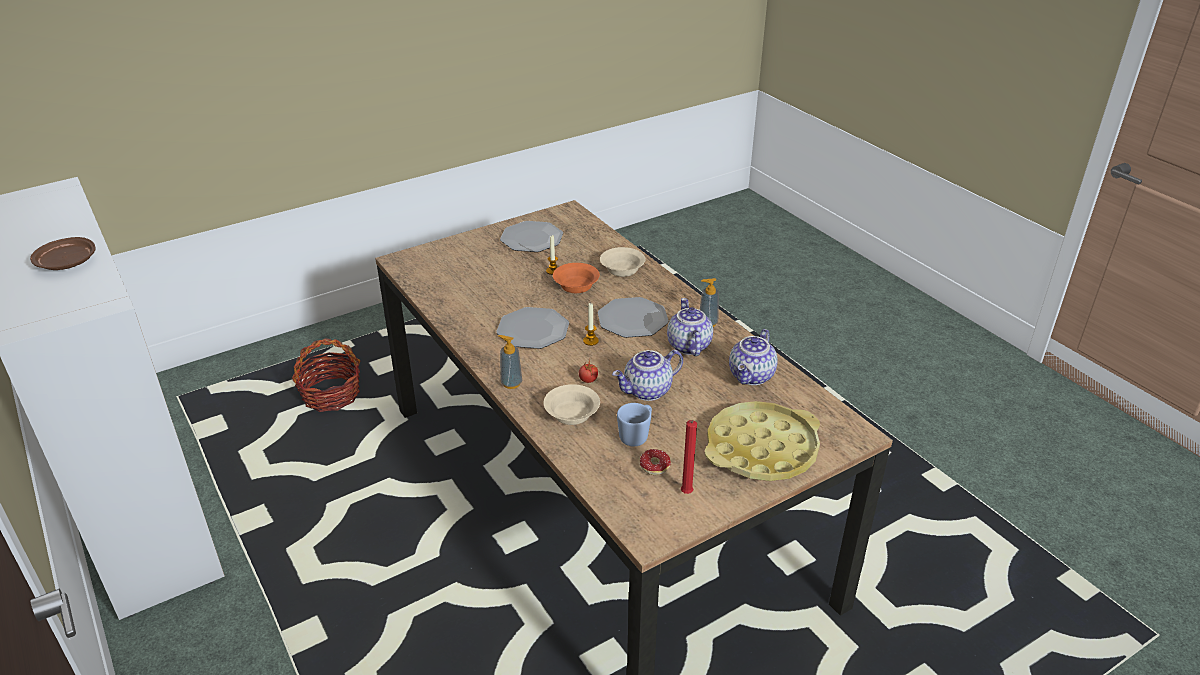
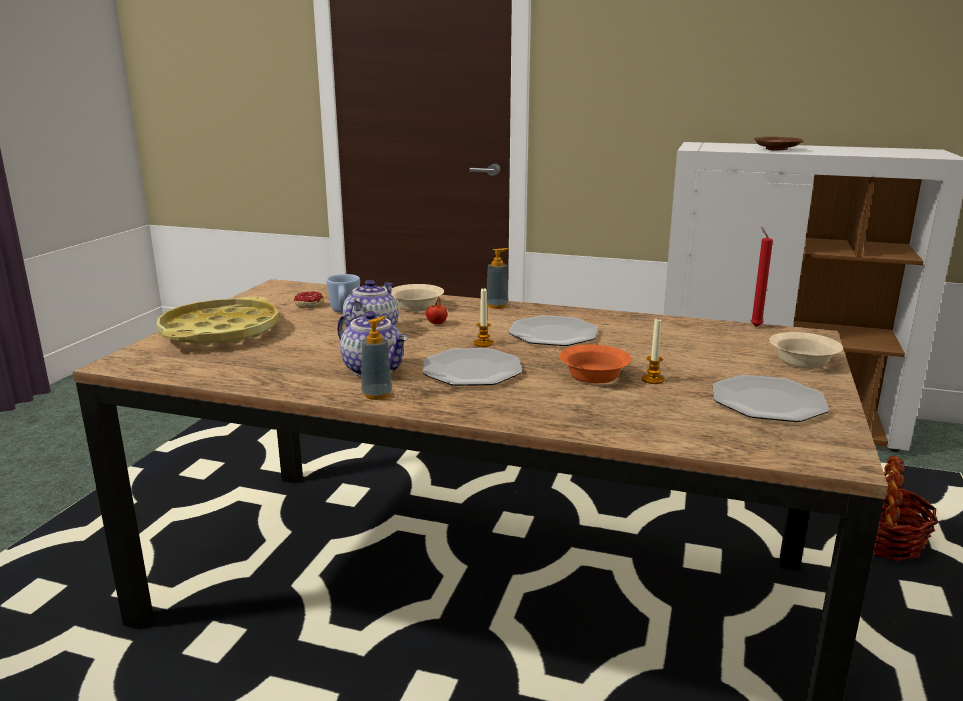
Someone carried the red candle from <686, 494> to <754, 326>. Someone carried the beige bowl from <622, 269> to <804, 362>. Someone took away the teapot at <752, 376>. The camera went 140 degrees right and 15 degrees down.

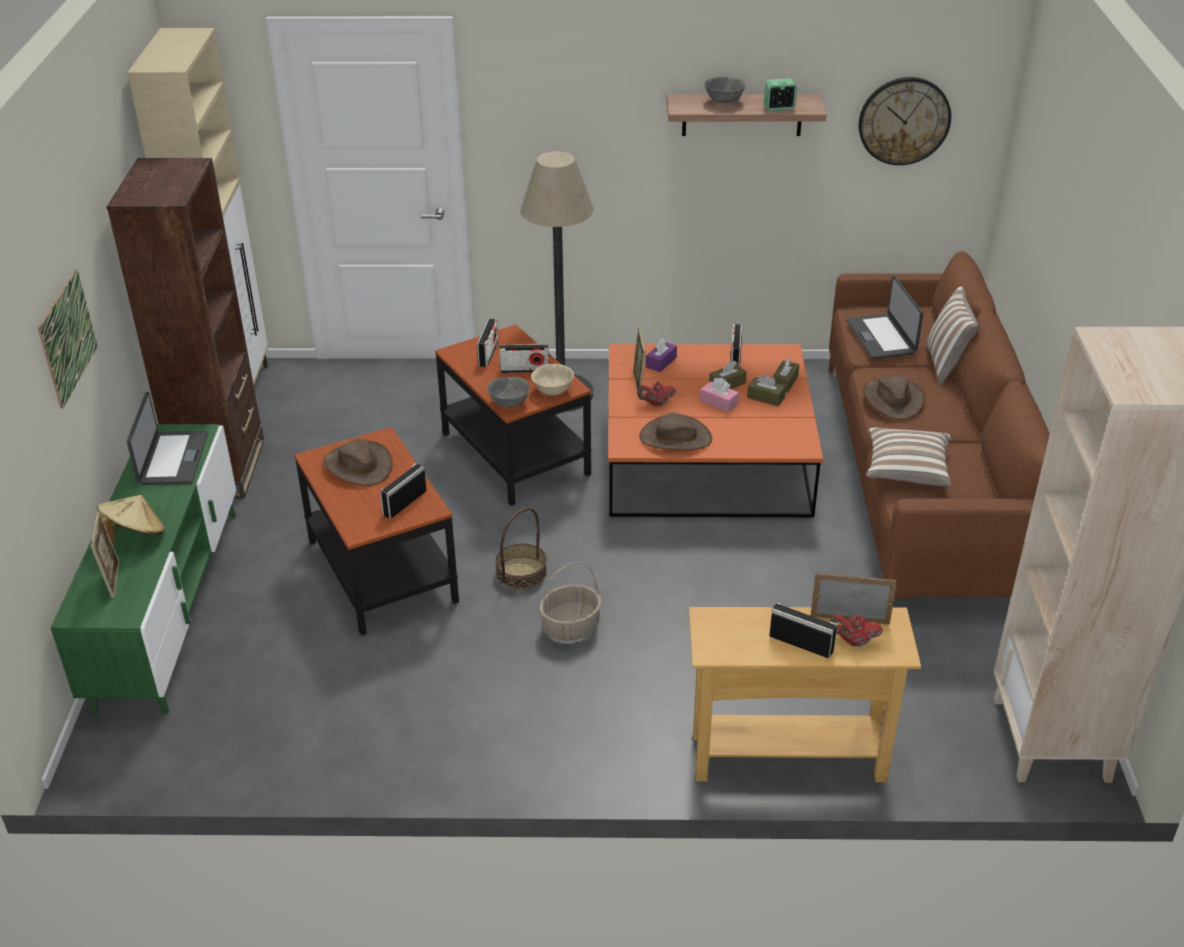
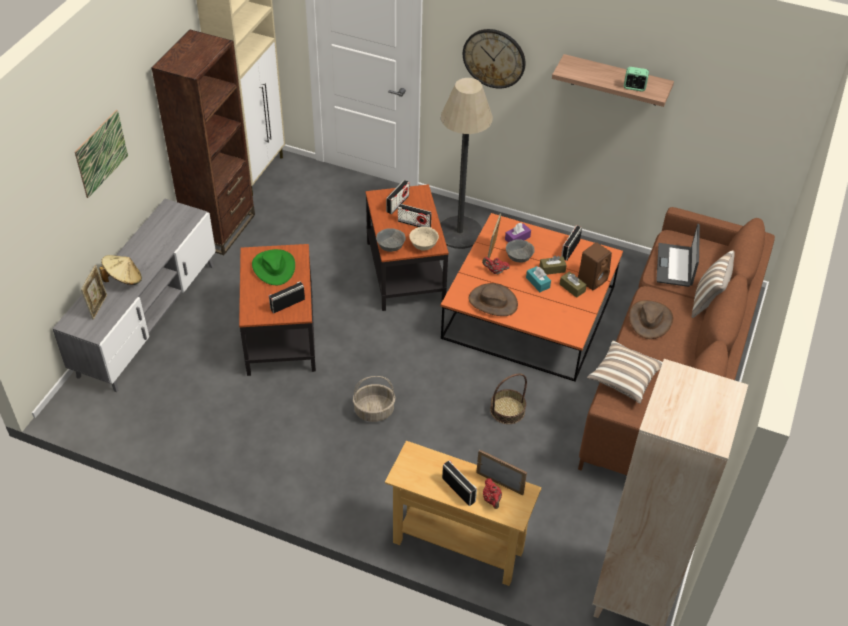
Someone repainted the green tv stand at <169, 606>, which became the grey tv stand at <148, 319>. Someone repainted the brown hat at <358, 465>, which became the green hat at <273, 267>. Someone carried the wall clock from <904, 120> to <494, 58>. Someone rotated the red teapot at <853, 641> by 135 degrees counterclockwise. Someone carried the basket from <521, 573> to <507, 410>. Someone carried the grey bowl from <724, 101> to <519, 257>. Someone repainted the pink tissue box at <719, 403>, which became the turquoise tissue box at <537, 282>. Someone swapped the brown tissue box at <784, 382> for the brown speaker at <592, 279>. Someone took away the laptop at <172, 459>. The camera went 20 degrees right and 10 degrees up.

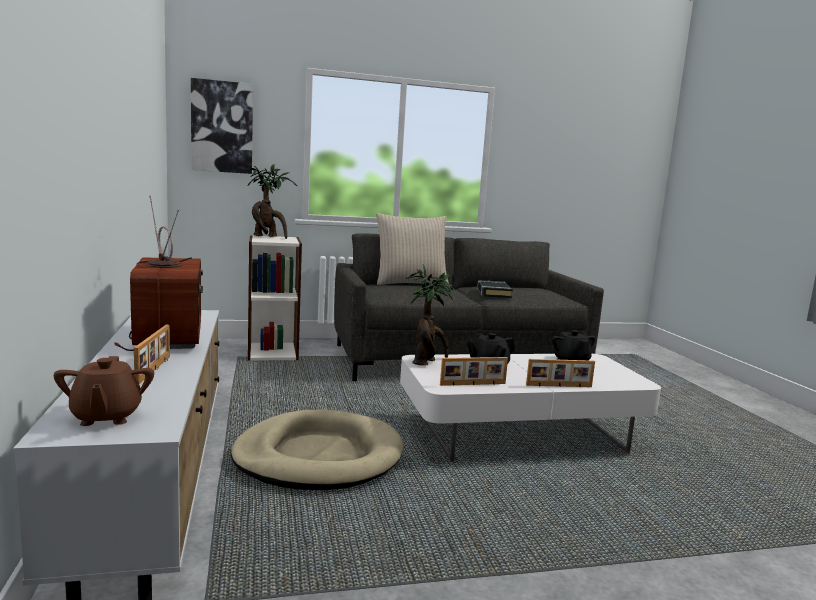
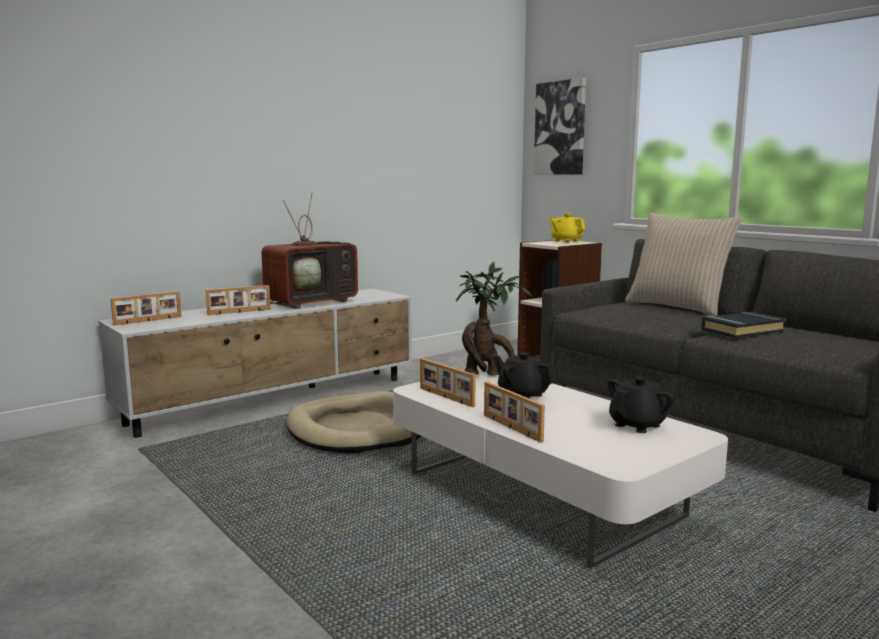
Someone swapped the brown teapot at <106, 417> for the picture frame at <148, 321>. Someone swapped the potted plant at <268, 237> for the yellow teapot at <566, 241>. The camera went 65 degrees right and 0 degrees up.

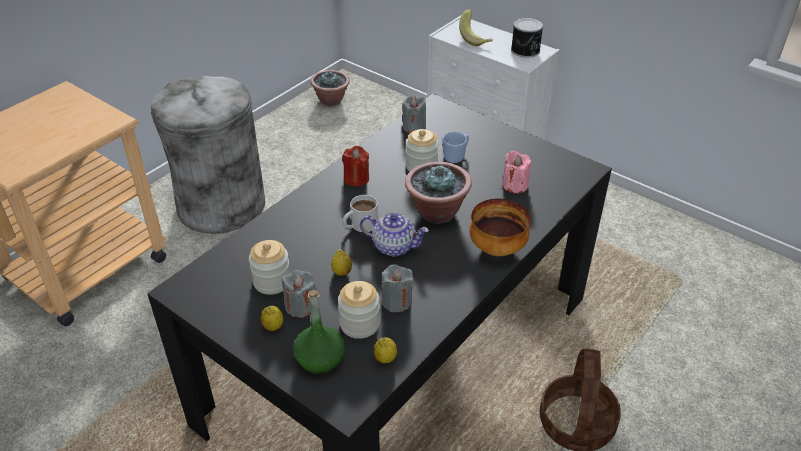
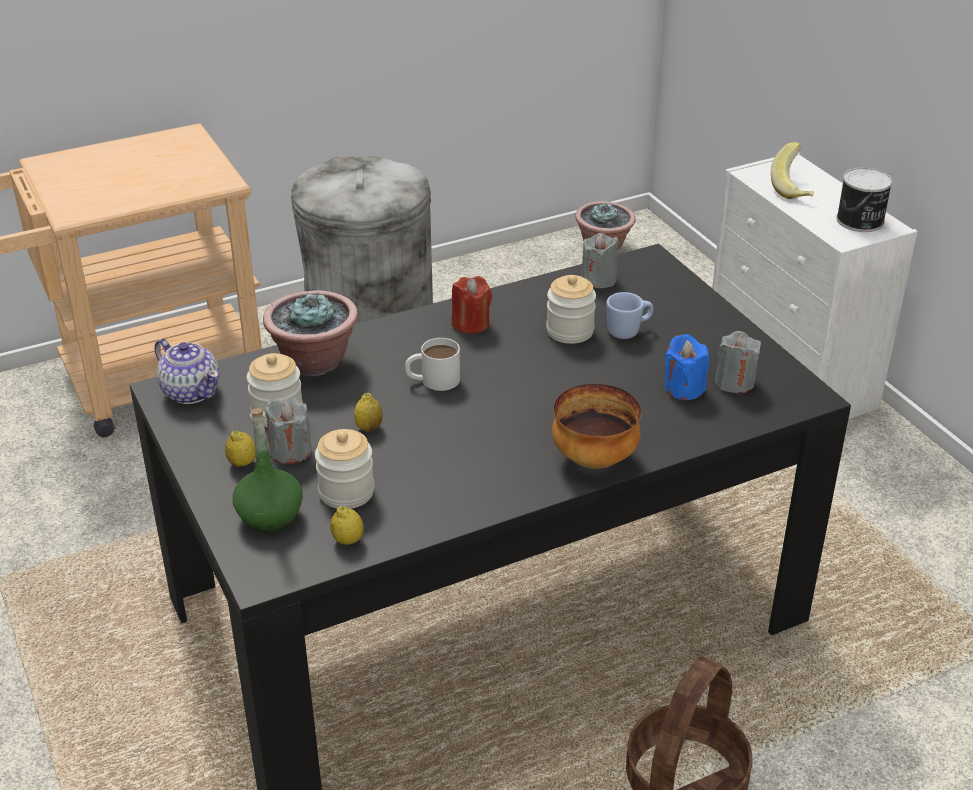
Someone carried the teapot from <393, 246> to <191, 391>. Someone carried the potted plant from <436, 212> to <314, 362>. Someone repainted the pink candle at <515, 185>, which became the blue candle at <683, 388>. Someone carried the grey candle from <397, 301> to <734, 382>. The camera went 25 degrees right and 5 degrees down.

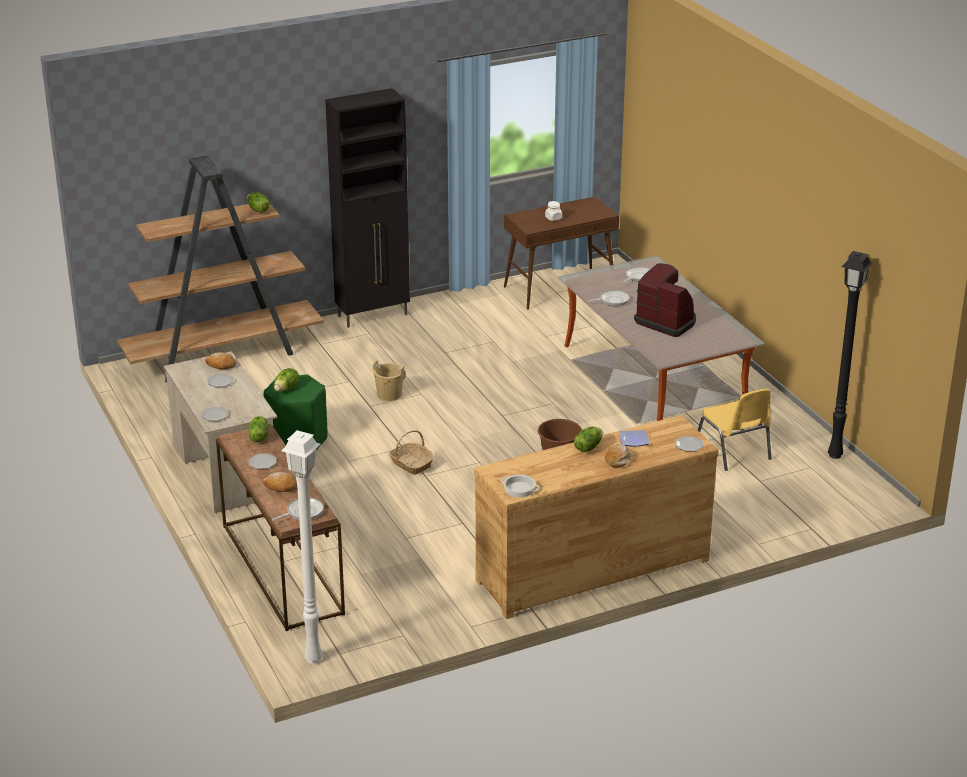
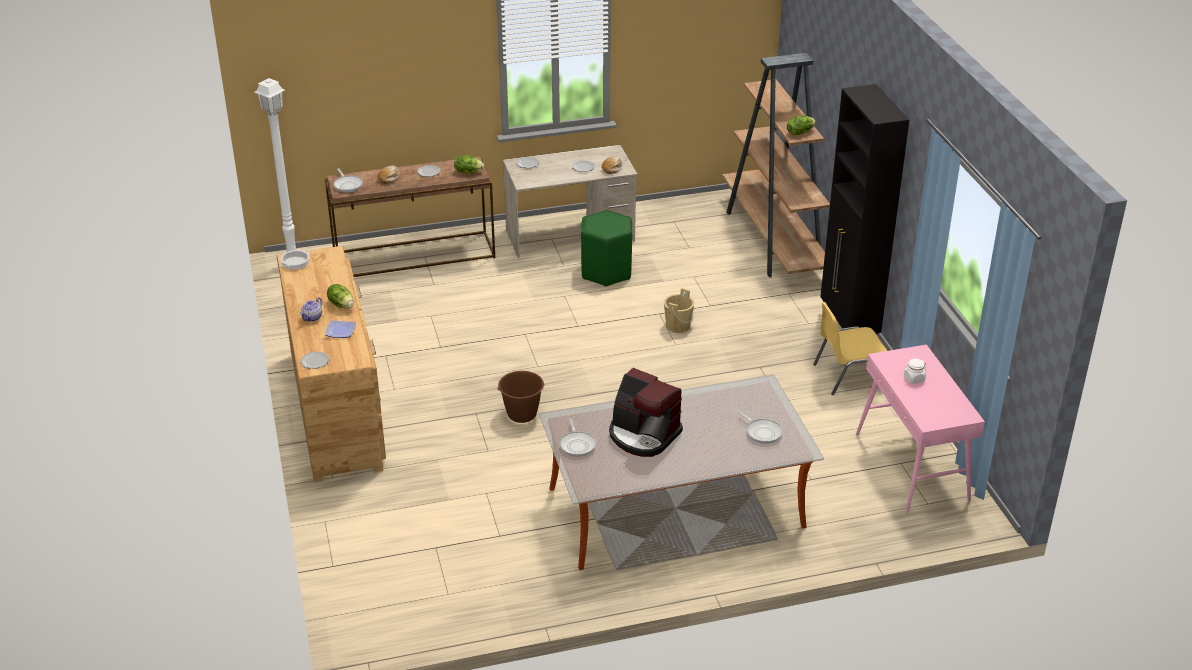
Someone swapped the bread at <618, 459> for the teapot at <312, 318>. Someone carried the frying pan from <612, 300> to <577, 444>. Someone rotated the coffee machine at <666, 321> by 75 degrees clockwise. Someone carried the yellow chair from <733, 451> to <848, 375>. Someone repainted the brown console table at <560, 288>, which became the pink console table at <912, 467>. Someone took away the lettuce at <287, 388>. Someone took away the basket at <411, 464>. Someone took away the black floor lamp at <835, 456>. The camera went 100 degrees right and 5 degrees up.

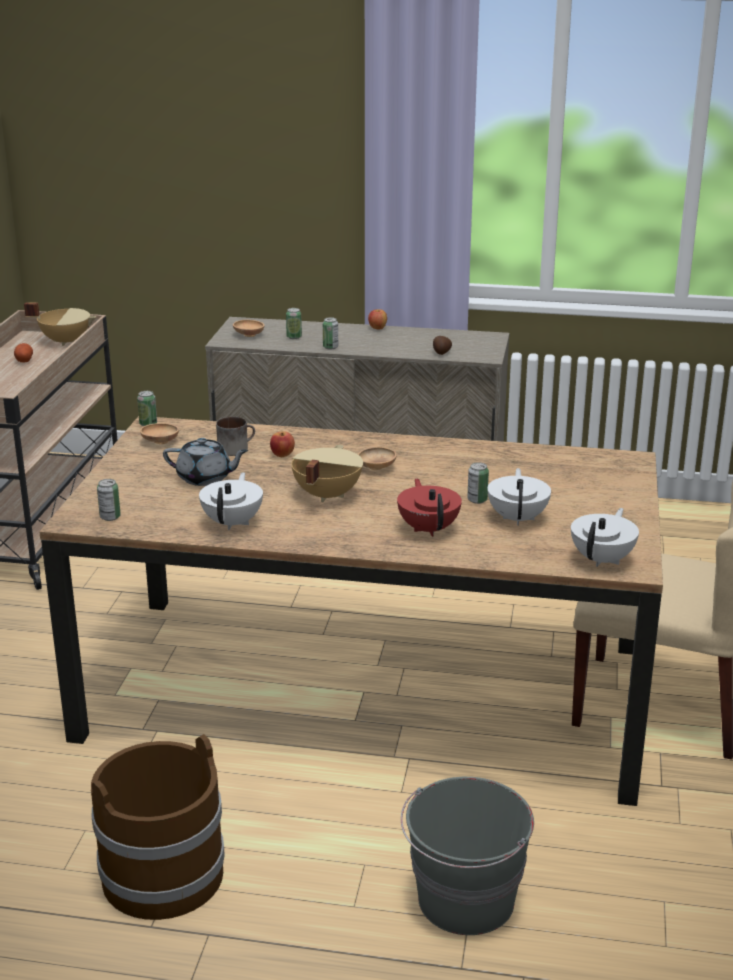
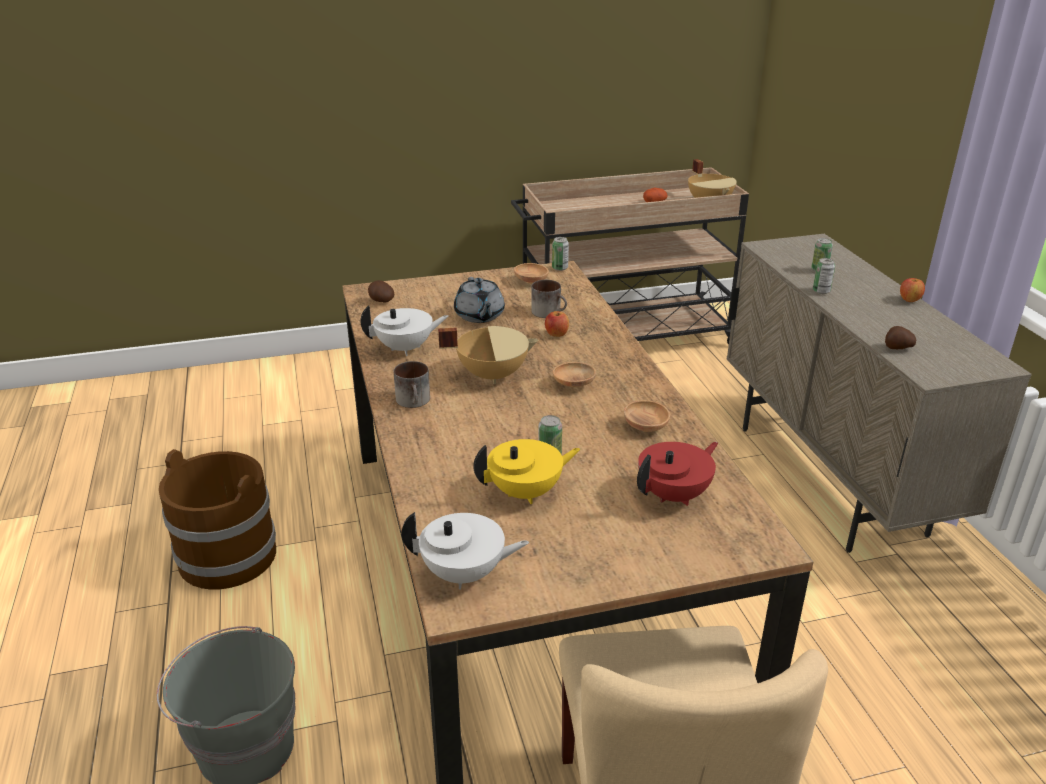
Someone swapped the can at <110, 517> for the potato at <381, 301>. Someone put down the mug at <415, 401>. Someone repainted the white teapot at <518, 518>, which became the yellow teapot at <526, 492>. Someone carried the brown bowl from <248, 335> to <645, 426>. Someone carried the red teapot from <429, 529> to <674, 495>. The camera went 65 degrees right and 5 degrees up.

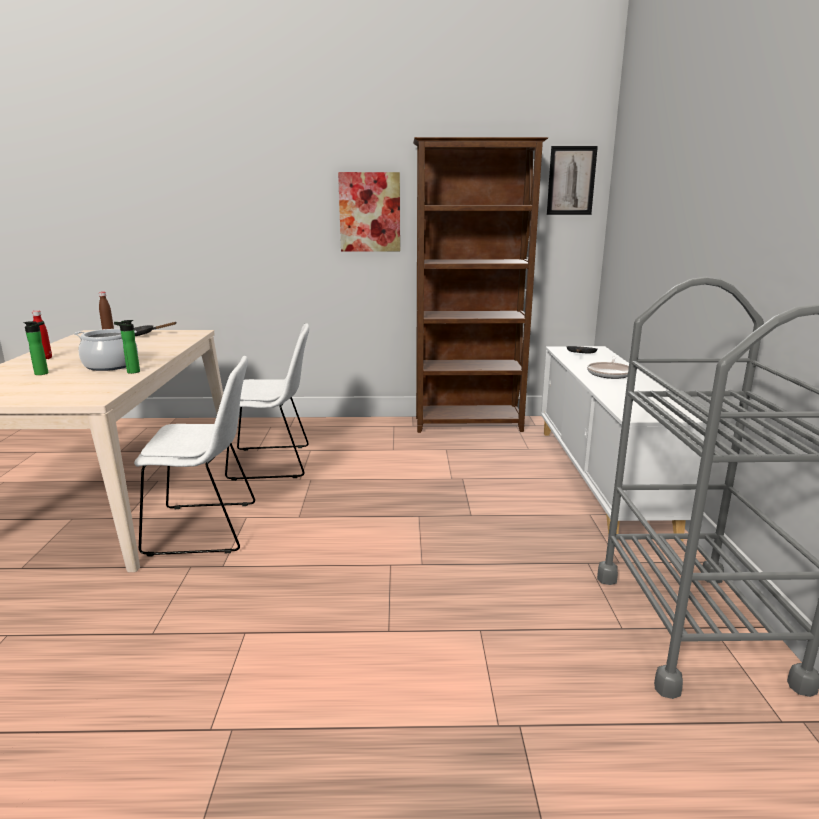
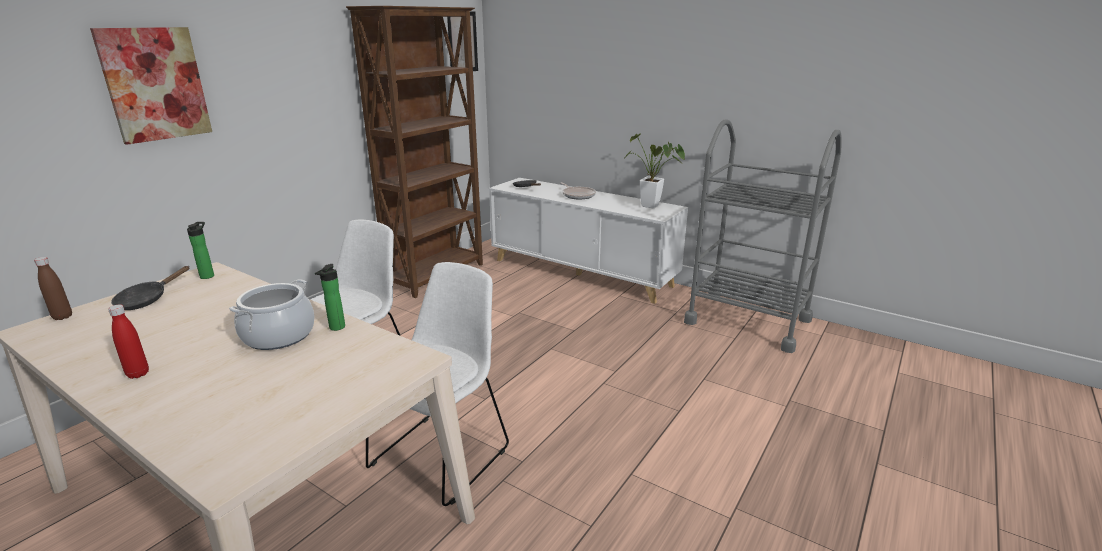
Someone carried the picture from <370, 212> to <155, 84>. Someone carried the bottle from <44, 373> to <208, 275>. Someone put down the potted plant at <654, 207>. The camera went 55 degrees left and 5 degrees up.

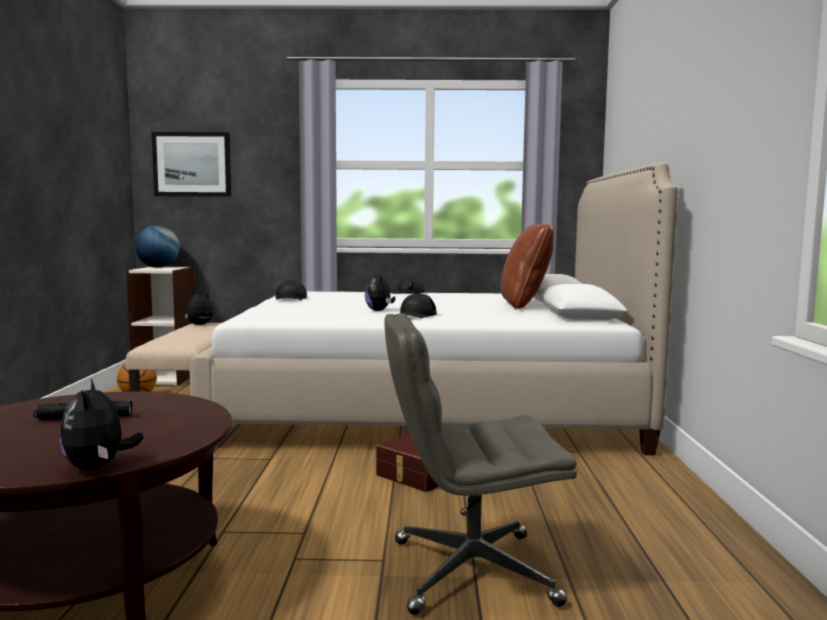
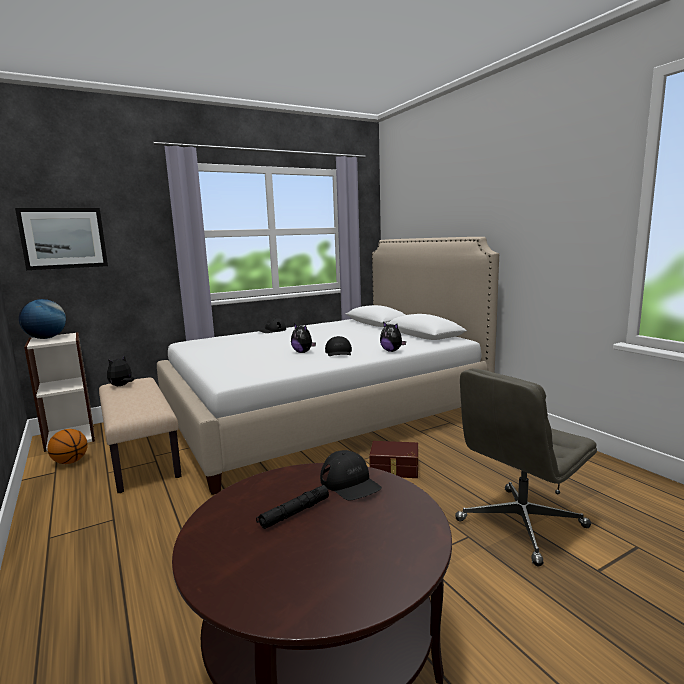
Someone carried the black cap from <290, 298> to <350, 483>. Someone carried the plush toy from <98, 467> to <392, 351>. Someone took away the brown pillow at <525, 305>. The camera went 30 degrees left and 5 degrees up.

